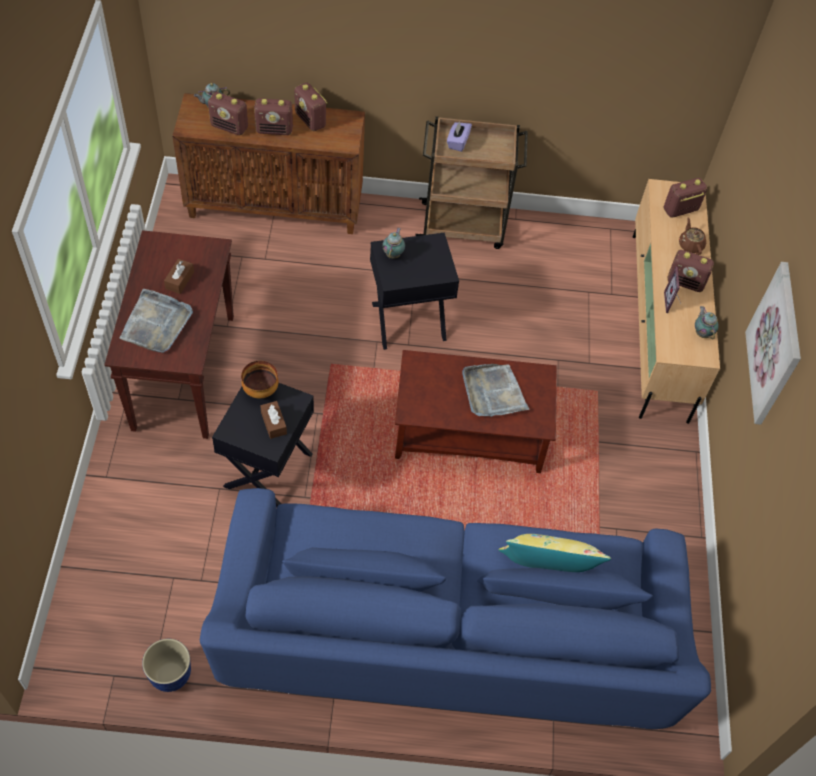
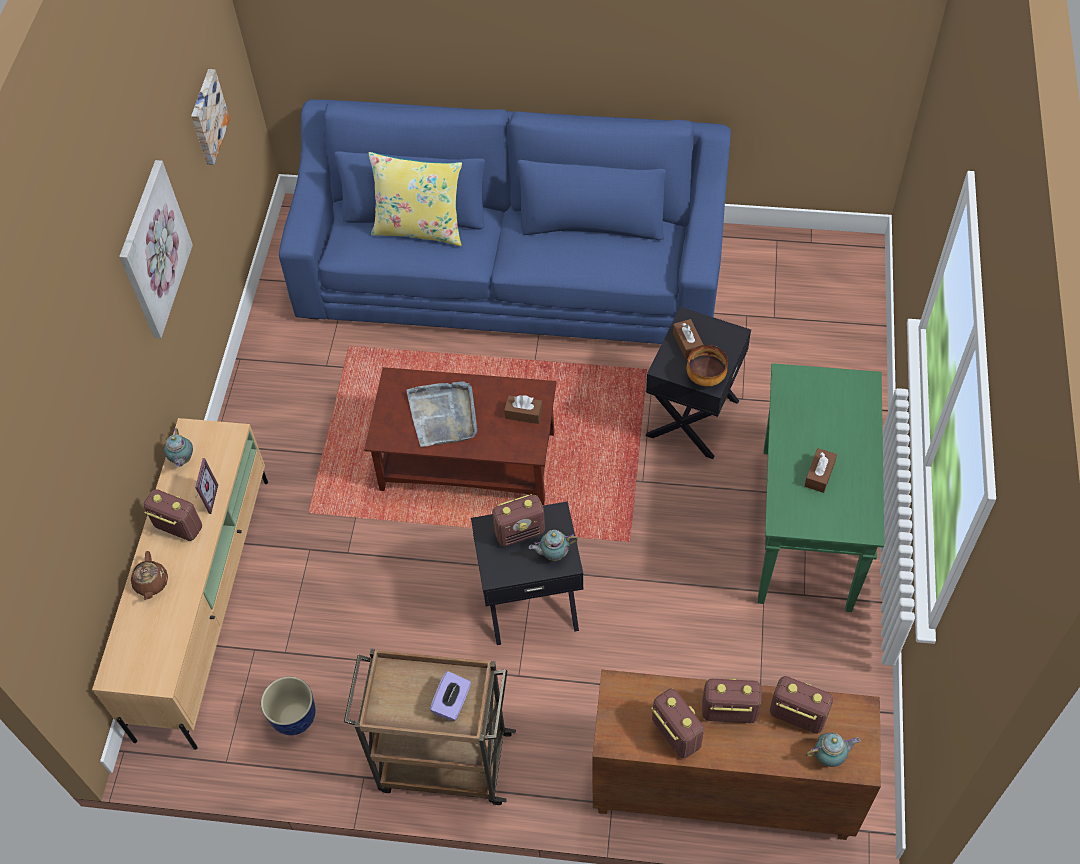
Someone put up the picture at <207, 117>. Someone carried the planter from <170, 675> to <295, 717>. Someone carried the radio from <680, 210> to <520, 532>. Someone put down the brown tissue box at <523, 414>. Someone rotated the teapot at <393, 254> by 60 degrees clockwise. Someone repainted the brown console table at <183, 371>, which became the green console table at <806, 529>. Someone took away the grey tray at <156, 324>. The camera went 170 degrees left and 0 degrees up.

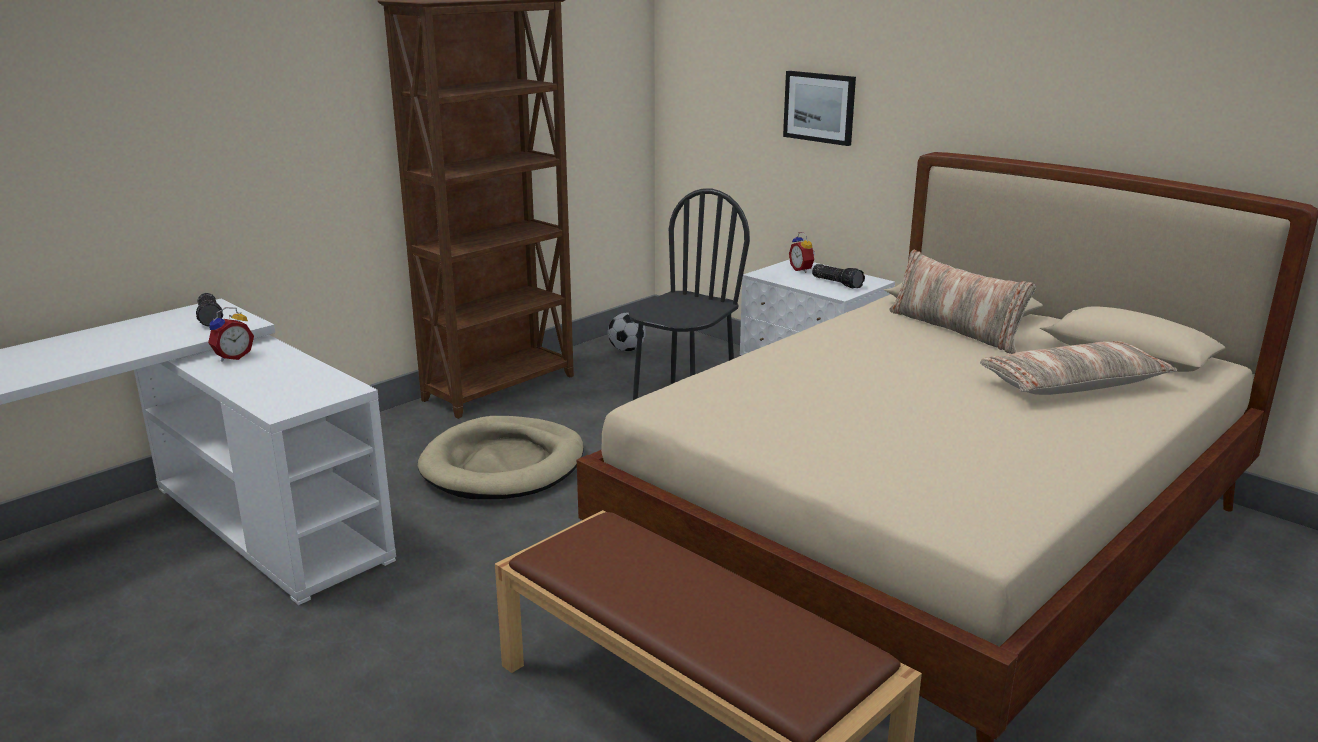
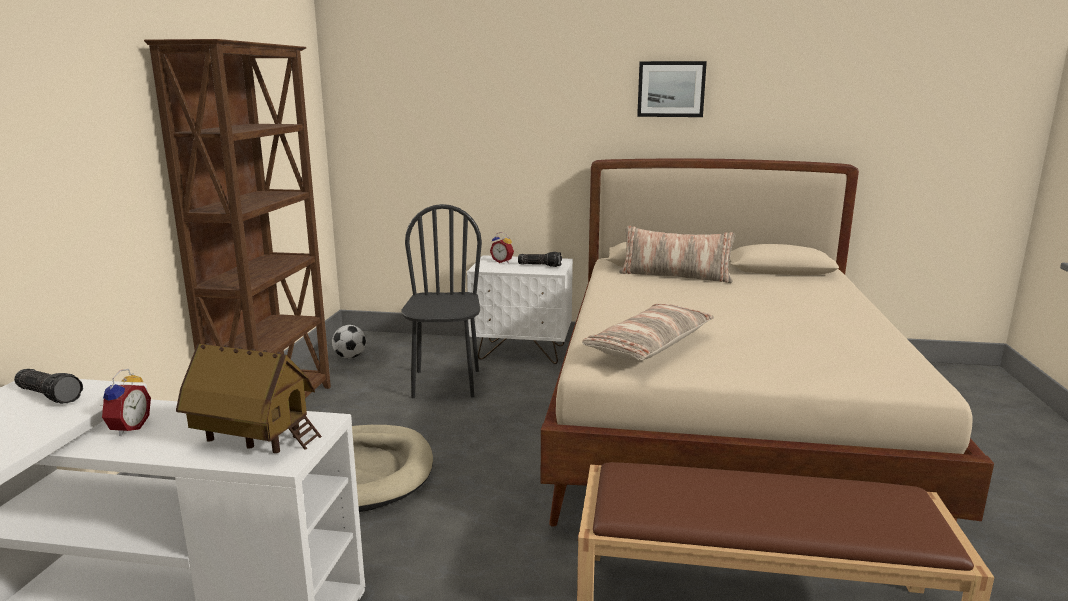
Someone put down the toy house at <254, 440>. Someone carried the pillow from <1072, 385> to <649, 346>. Someone carried the picture from <819, 107> to <671, 89>. The camera went 35 degrees left and 5 degrees down.

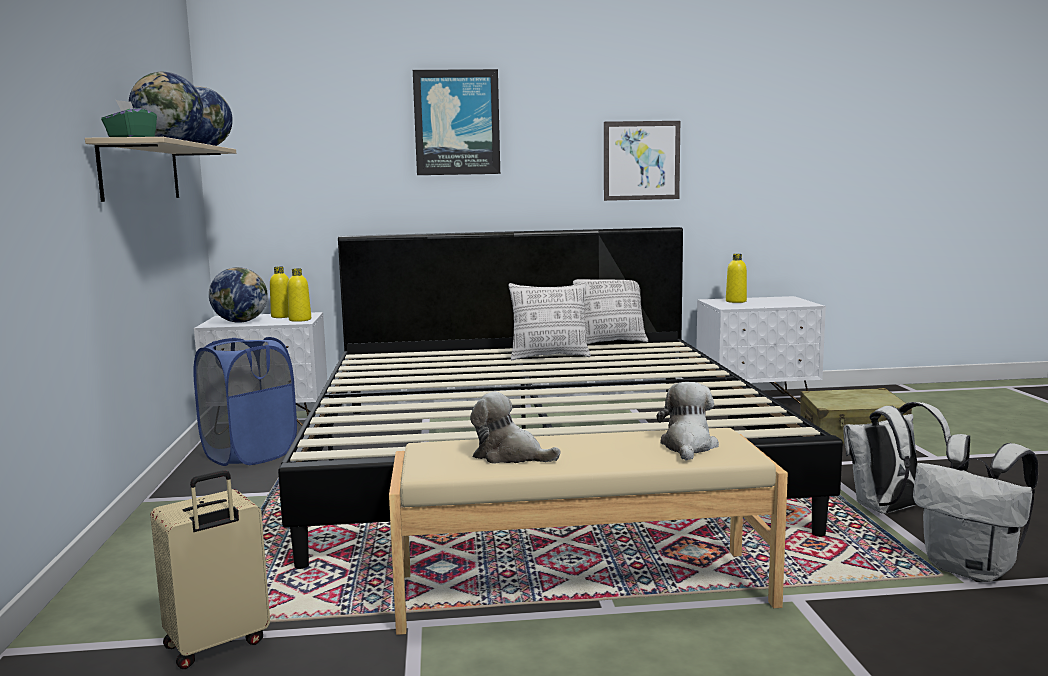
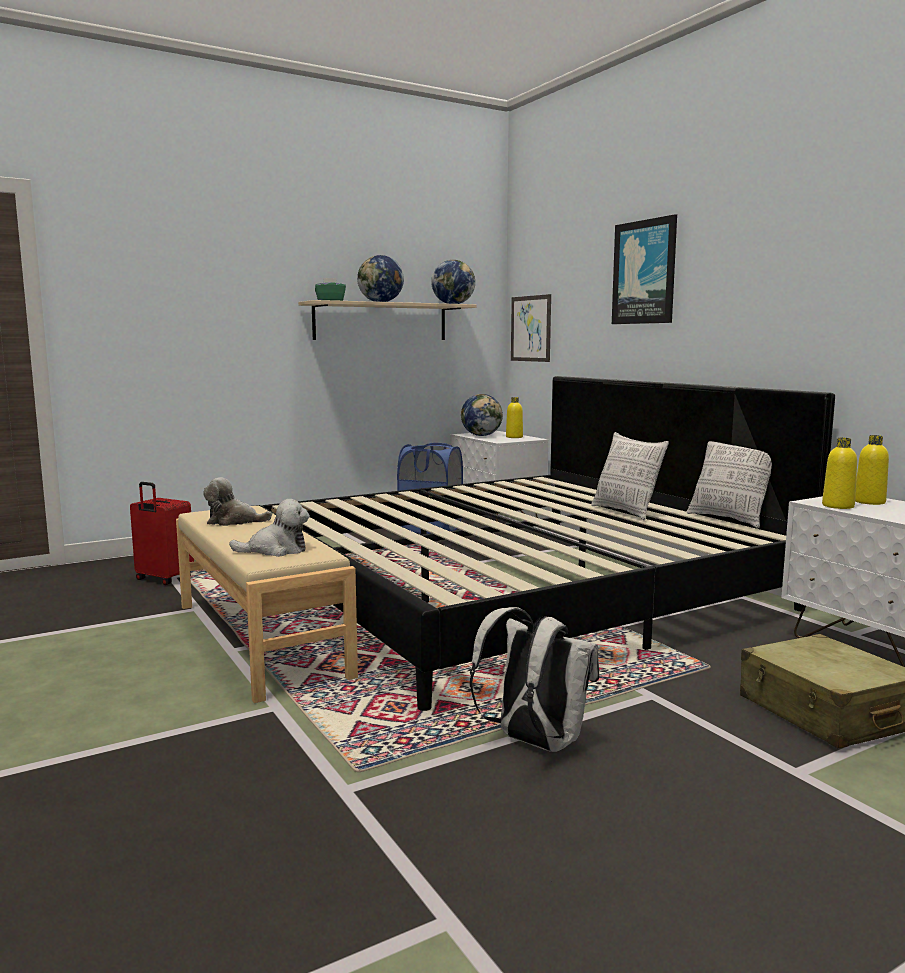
Someone repainted the beige suitcase at <217, 645>, which became the red suitcase at <163, 579>. Someone rotated the plush toy at <510, 456> by 90 degrees counterclockwise. Someone carried the picture from <641, 160> to <530, 328>. Someone carried the yellow bottle from <300, 320> to <838, 506>. Someone took away the white backpack at <971, 569>. The camera went 65 degrees right and 0 degrees up.

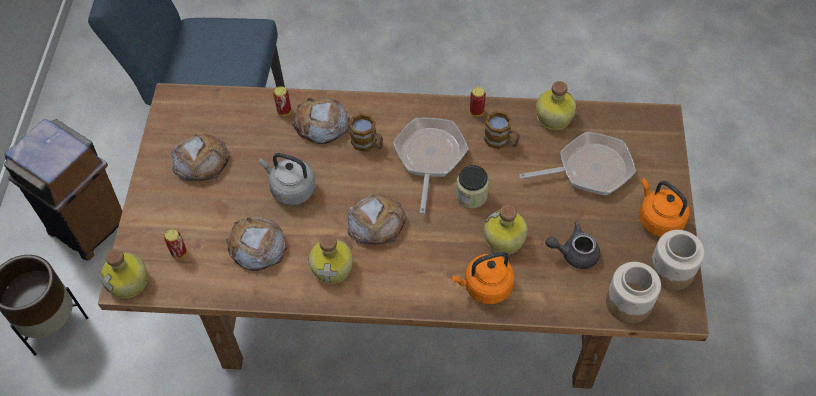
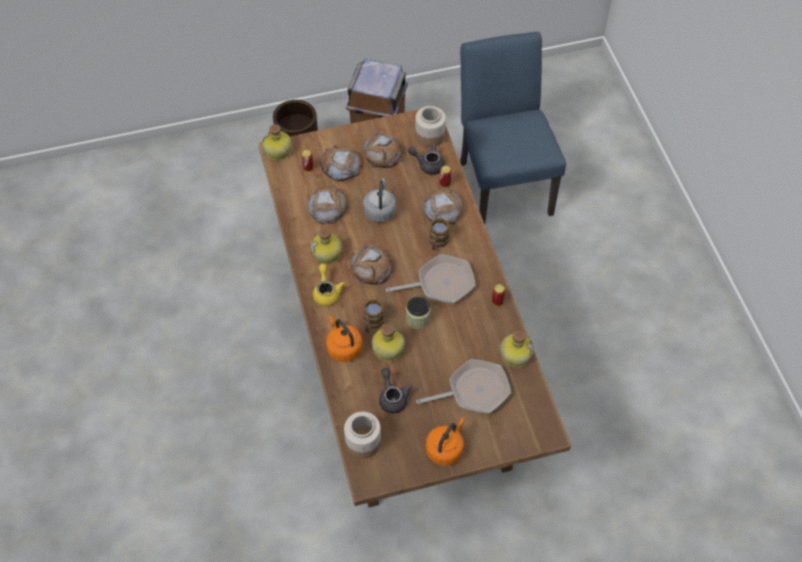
Someone put down the yellow teapot at <326, 292>. Someone put down the bread at <340, 166>. Someone carried the mug from <501, 141> to <371, 323>. Someone put down the grey teapot at <428, 164>. Someone carried the jar from <670, 271> to <429, 135>. Someone rotated the frying pan at <589, 169> by 75 degrees counterclockwise. The camera went 70 degrees right and 0 degrees up.

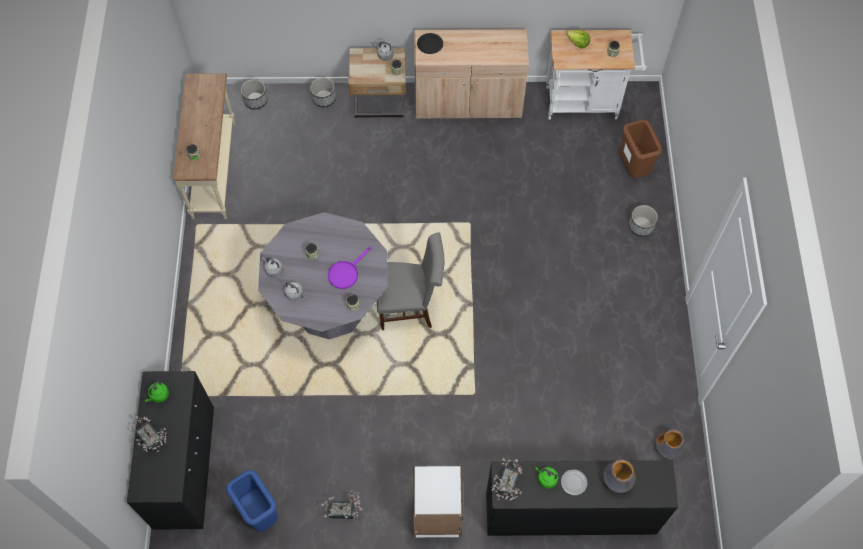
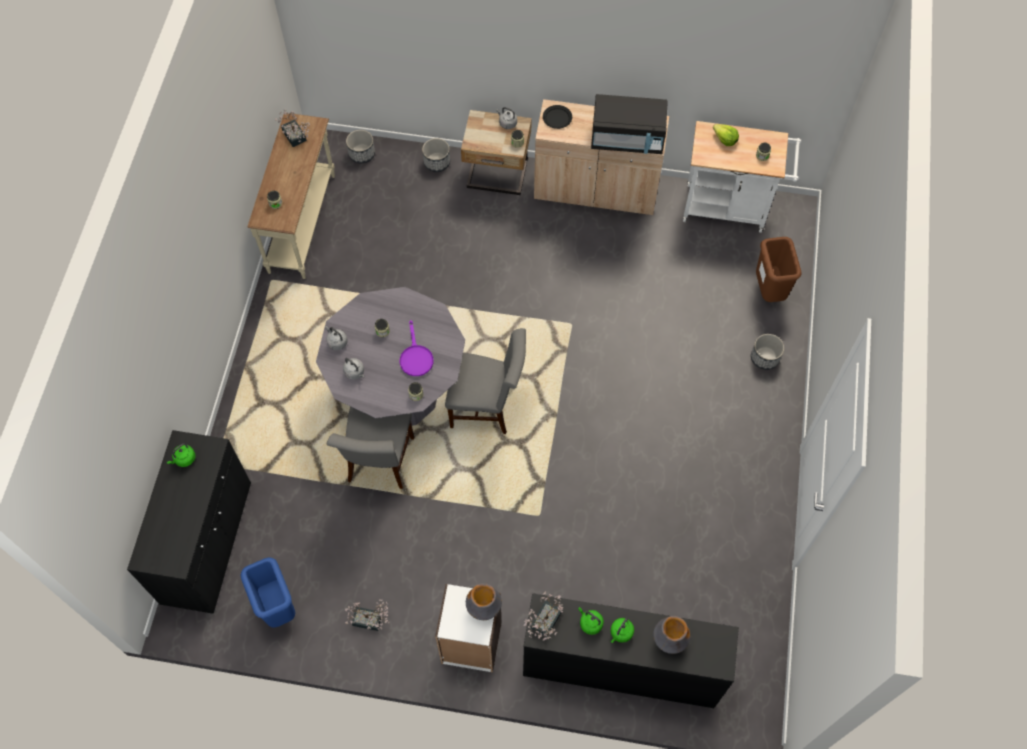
Someone carried the potted plant from <152, 440> to <295, 138>. Someone put down the grey chair at <379, 464>. Someone rotated the purple frying pan at <346, 272> by 60 degrees counterclockwise. Someone carried the vase from <666, 449> to <484, 607>. Someone put down the black microwave at <627, 139>. Someone swapped the plate at <574, 483> for the green kettle at <620, 633>. The camera went 10 degrees right and 0 degrees up.

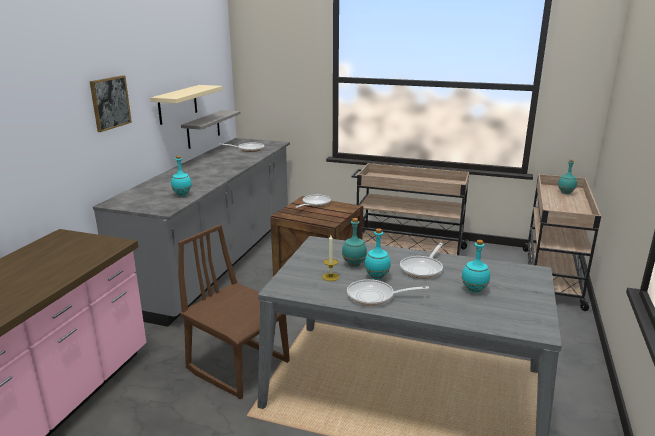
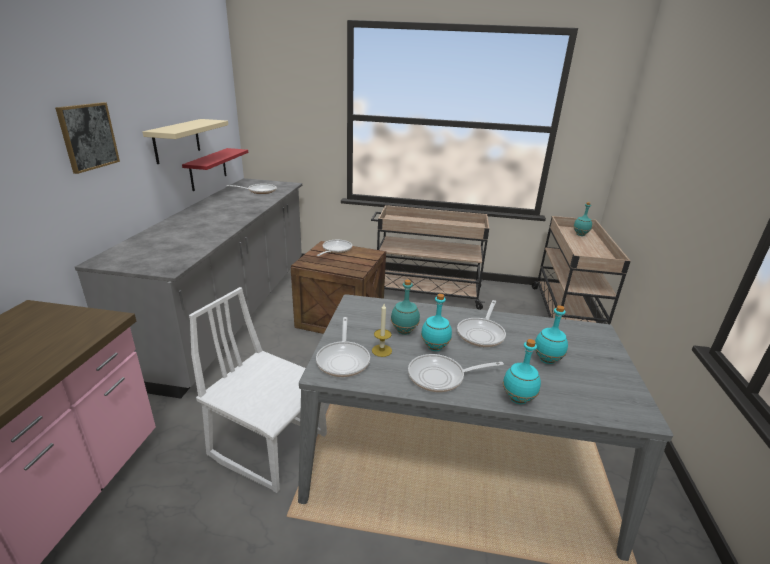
Someone repainted the grey shelf at <203, 129>, which became the red shelf at <208, 169>. Someone repainted the brown chair at <239, 365>, which became the white chair at <269, 444>. Someone put down the frying pan at <343, 359>. Someone carried the turquoise bottle from <182, 195> to <518, 399>. The camera went 10 degrees left and 5 degrees up.

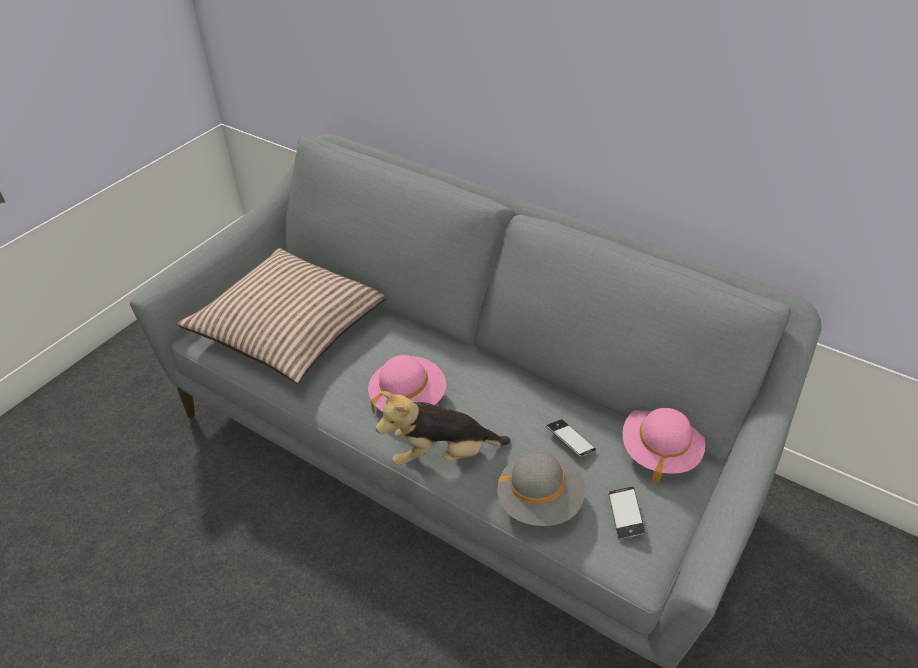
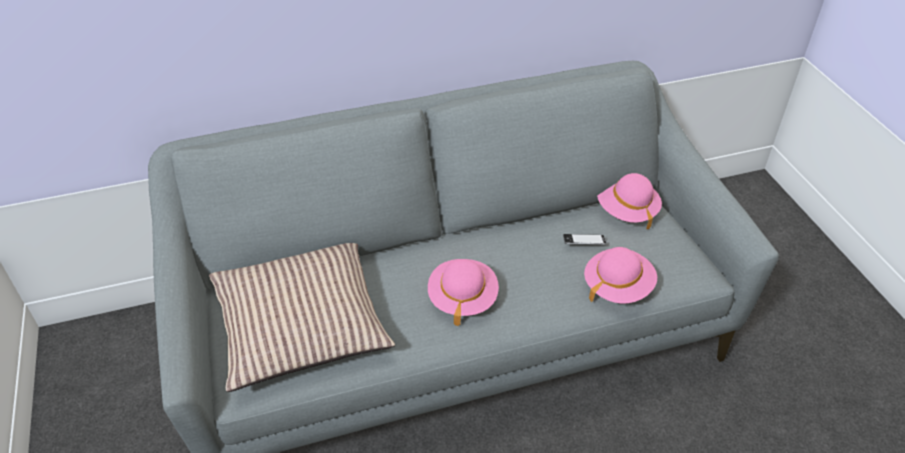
Someone repainted the grey hat at <539, 500>, which became the pink hat at <617, 287>. Someone took away the plush toy at <442, 454>. Someone took away the phone at <625, 515>. The camera went 50 degrees left and 0 degrees up.

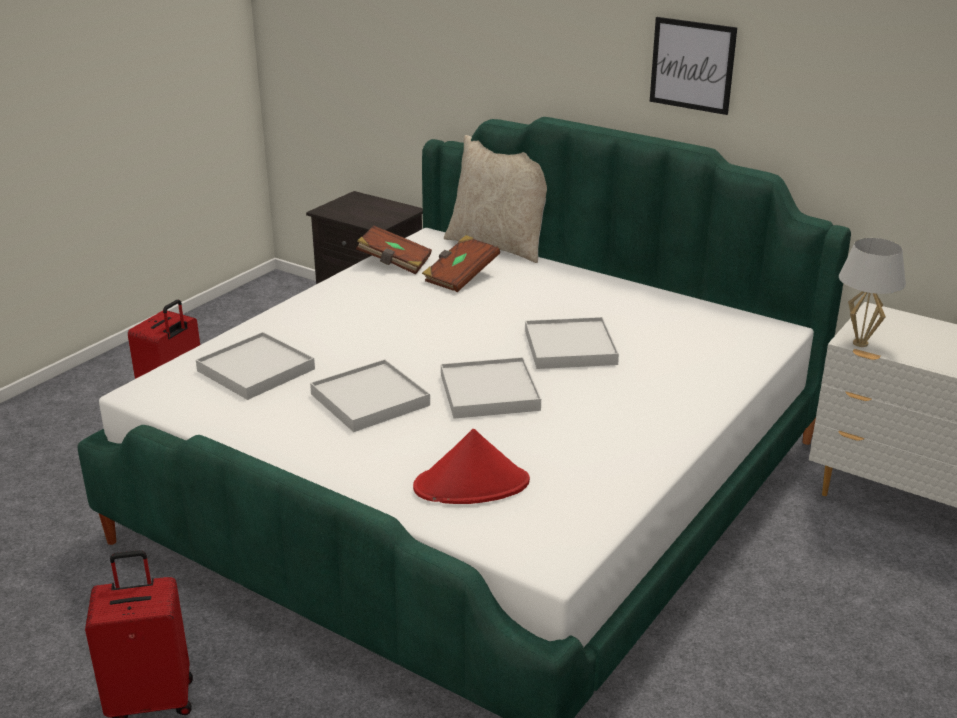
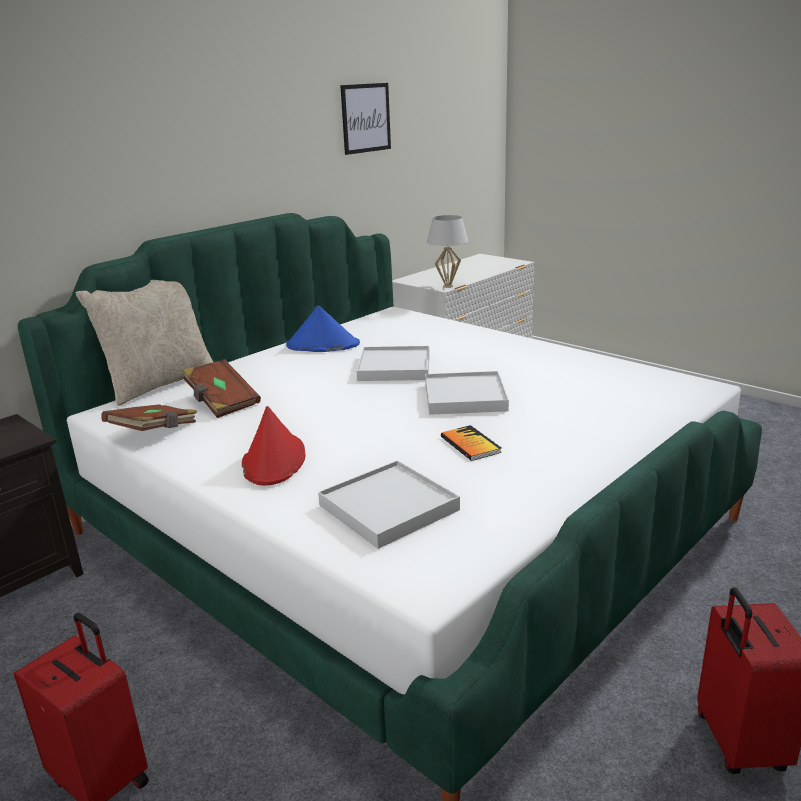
Someone carried the red hat from <472, 485> to <274, 460>. Someone put down the blue hat at <322, 345>. Someone carried the picture from <692, 65> to <365, 118>. Someone swapped the white tray at <370, 400> for the book at <470, 444>. The camera went 80 degrees left and 5 degrees down.

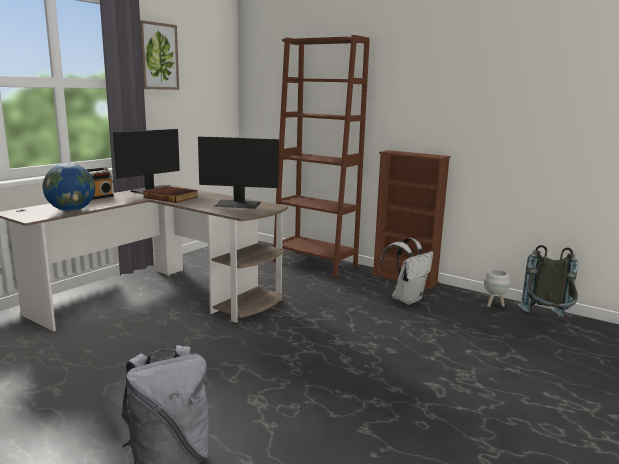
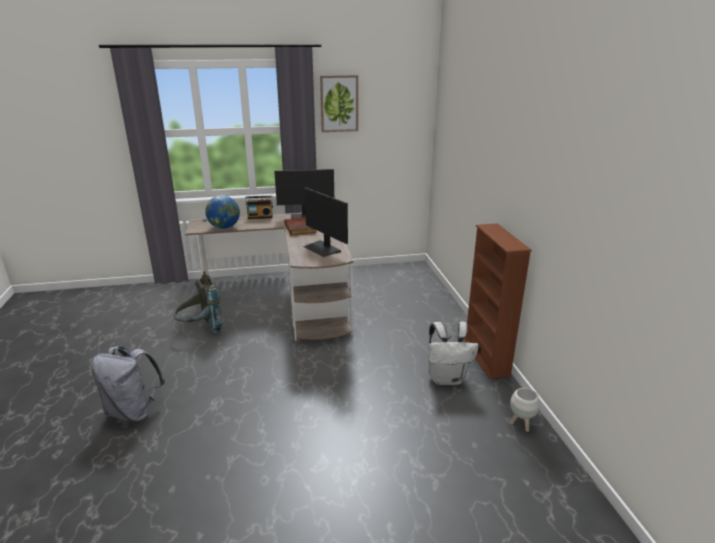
Someone carried the grey backpack from <546, 320> to <201, 329>. Someone took away the brown bookcase at <314, 263>. The camera went 45 degrees right and 10 degrees up.

